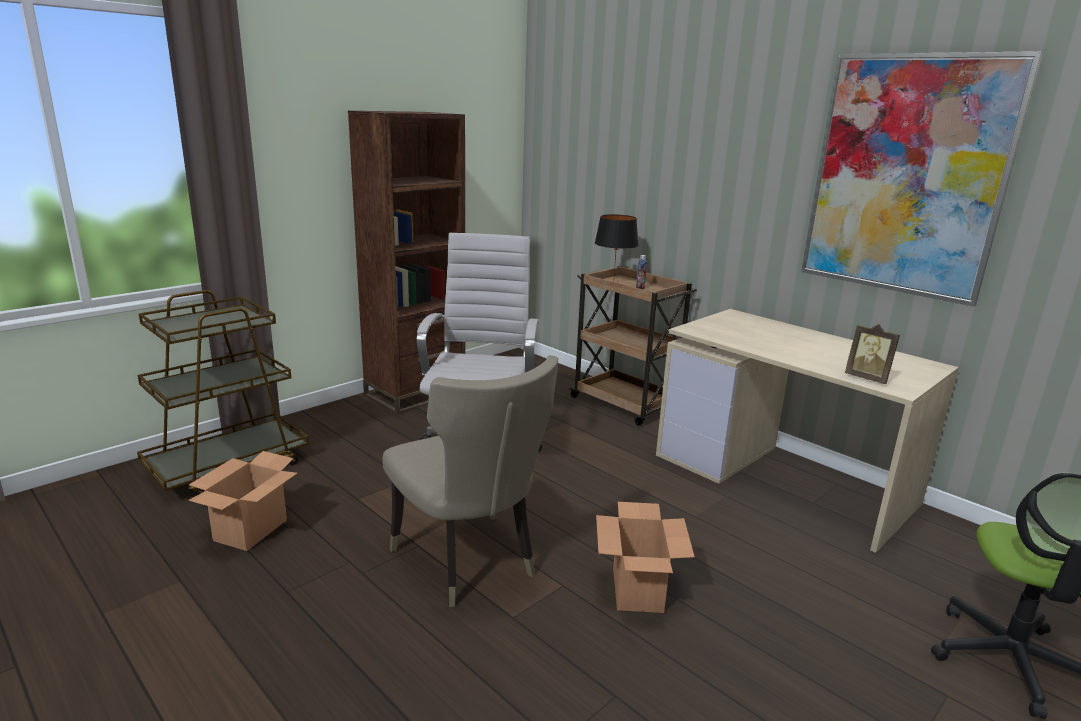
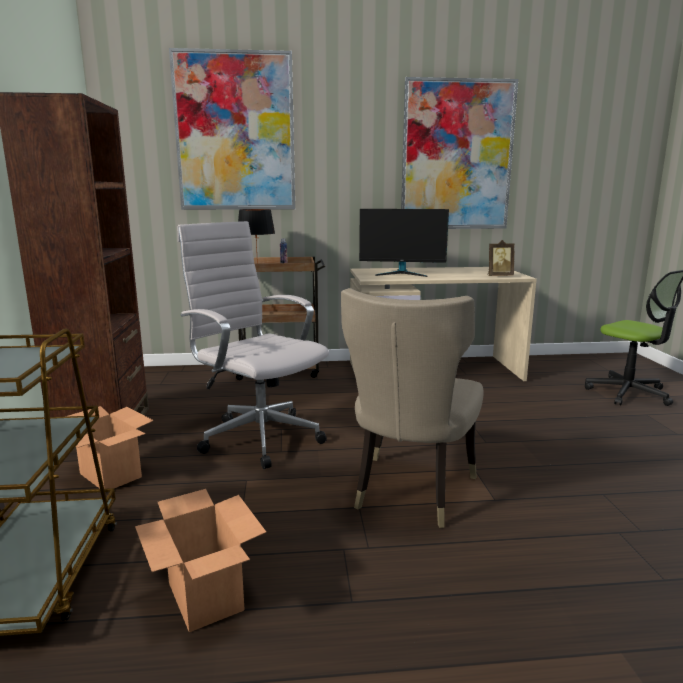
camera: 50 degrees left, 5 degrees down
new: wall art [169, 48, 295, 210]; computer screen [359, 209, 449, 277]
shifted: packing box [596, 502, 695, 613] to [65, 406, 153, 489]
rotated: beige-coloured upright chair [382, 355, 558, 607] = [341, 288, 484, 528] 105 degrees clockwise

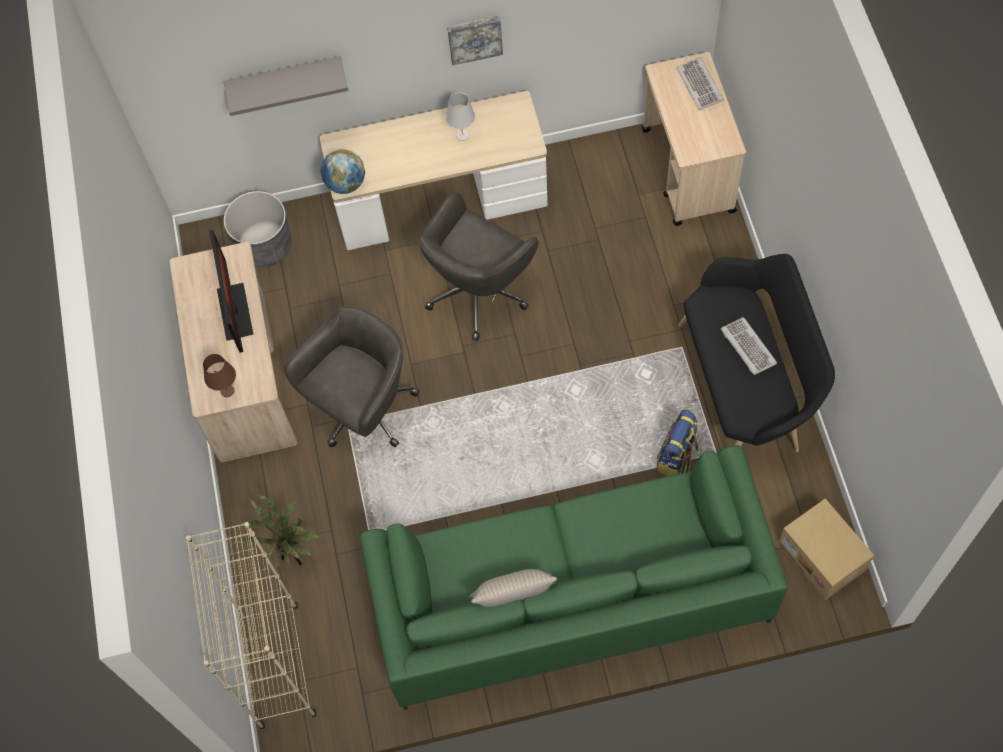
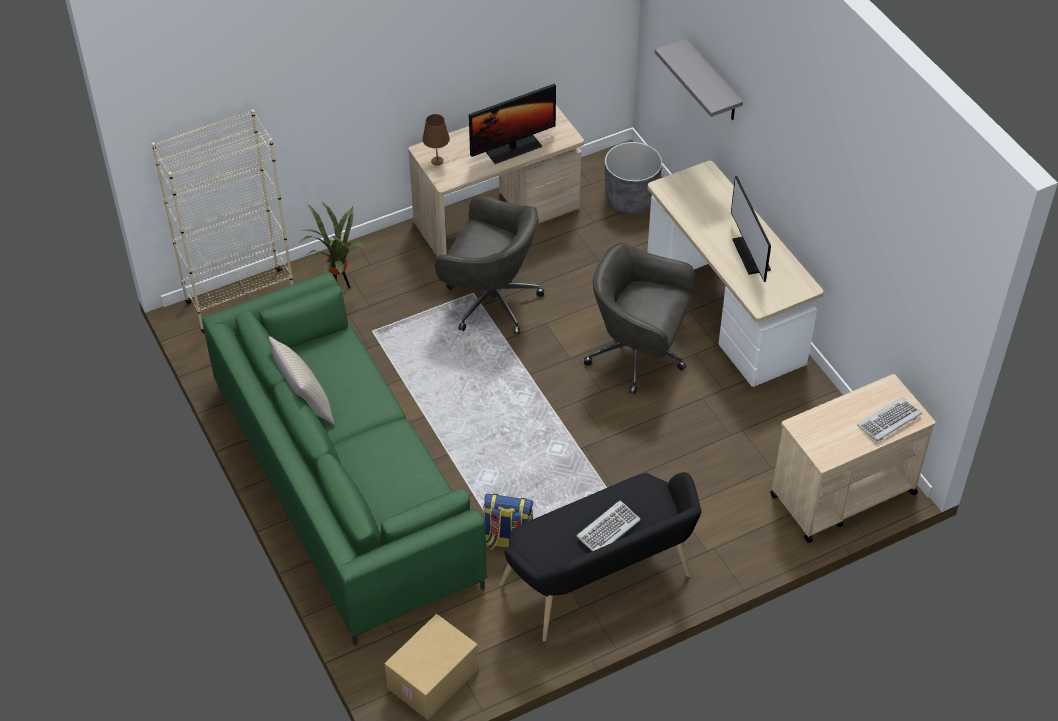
camera: 70 degrees right, 15 degrees down
gone: globe [321, 149, 365, 194]; wall art [447, 16, 503, 65]
swapped: white-coloured tabletop lamp [446, 93, 475, 141] to computer screen [731, 176, 771, 282]

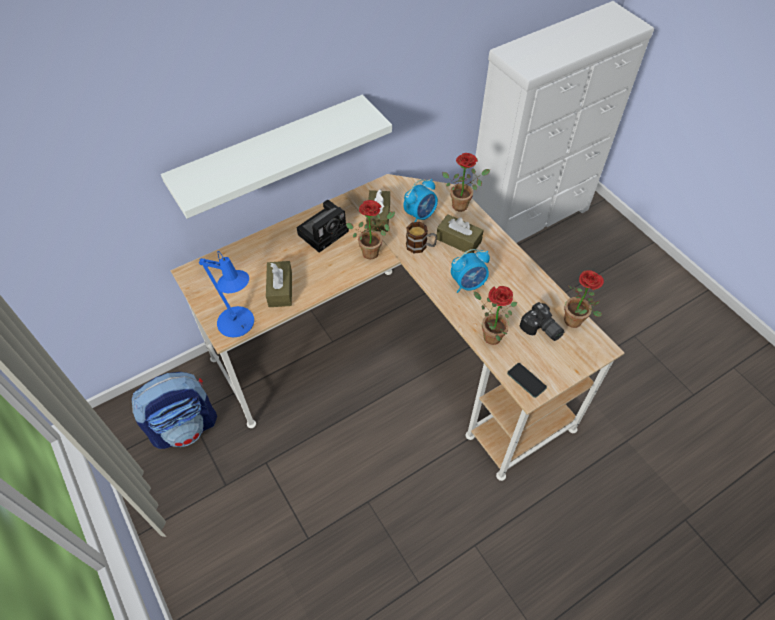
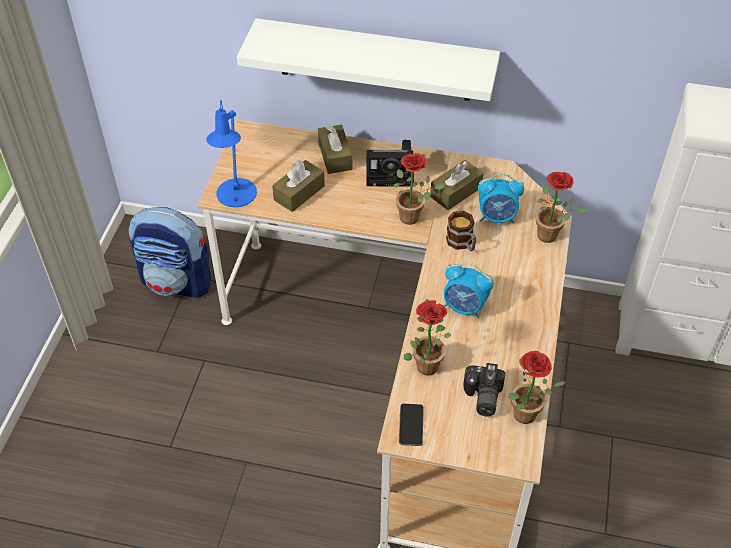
camera: 45 degrees right, 5 degrees down
shifted: brown-coloured tissue holder [437, 214, 484, 253] to [318, 125, 352, 174]

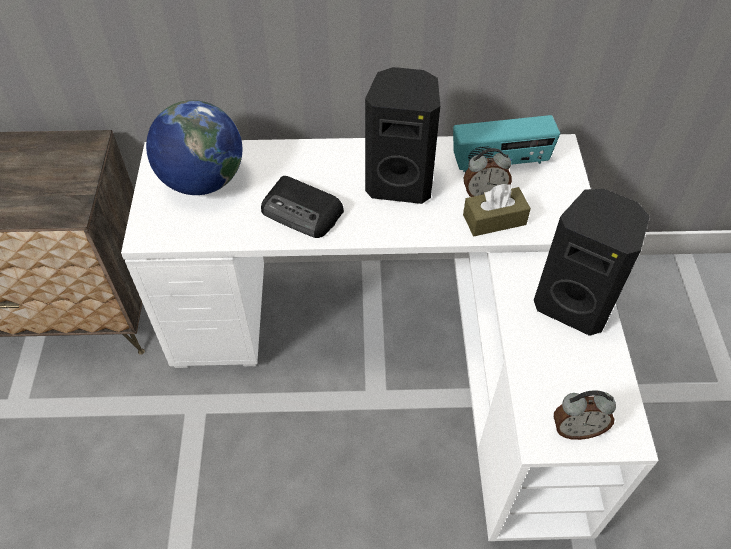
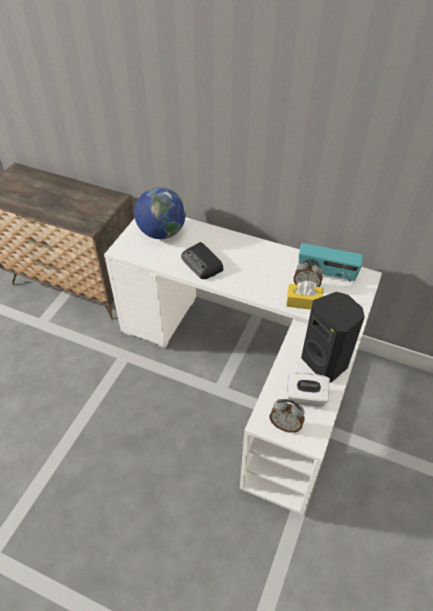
camera: 25 degrees right, 5 degrees down
gone: black speaker [365, 67, 440, 204]
new: white-coloured tissue holder [287, 372, 330, 406]
repainted: brown-coloured tissue holder [463, 184, 531, 236] to yellowish tissue holder [286, 281, 324, 310]

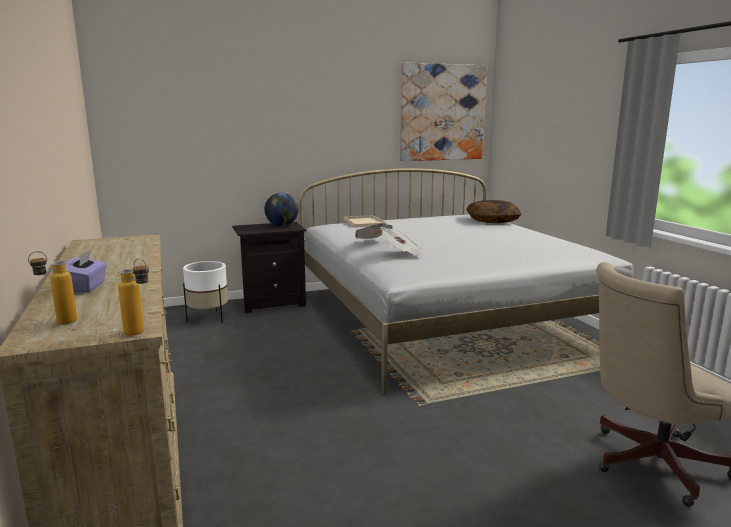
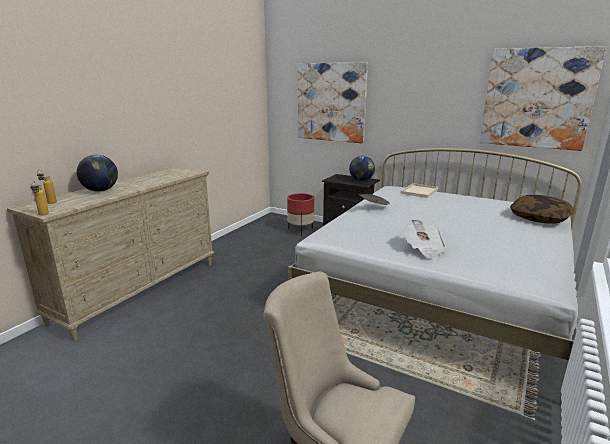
camera: 50 degrees right, 5 degrees up
new: wall art [298, 63, 368, 143]
shifted: printed paper [381, 227, 421, 257] to [404, 219, 446, 259]
swapped: purplish tissue holder [66, 250, 107, 293] to globe [77, 155, 118, 192]
repainted: white-coloured flower pot [183, 261, 228, 323] to red flower pot [287, 193, 314, 237]

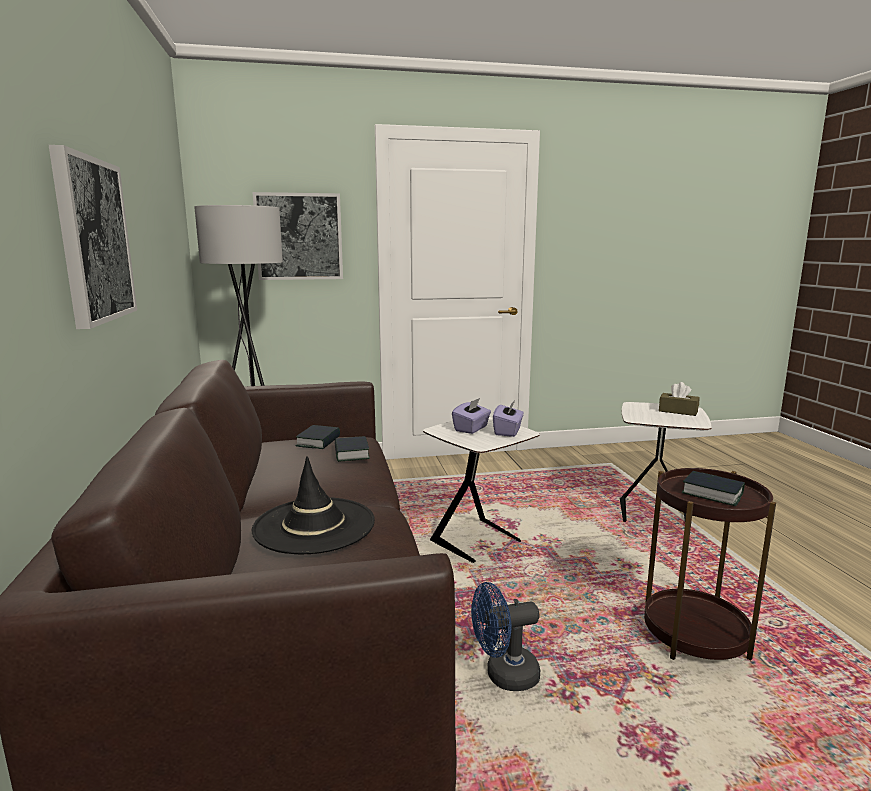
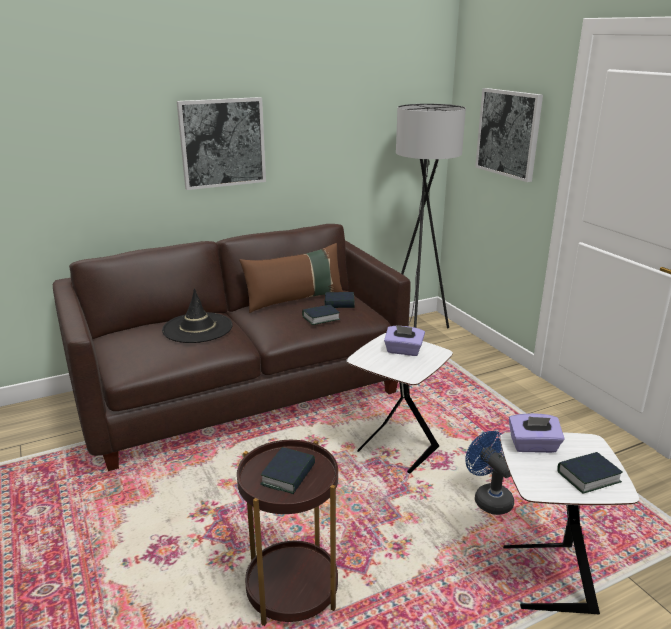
camera: 75 degrees right, 10 degrees up
new: brown-coloured pillow [239, 243, 343, 313]
shifted: blue electric fan [471, 582, 540, 691] to [465, 431, 514, 515]; purplish tissue holder [493, 399, 524, 437] to [509, 413, 564, 453]
swapped: brown-coloured tissue holder [659, 382, 700, 416] to bound book [557, 452, 623, 494]

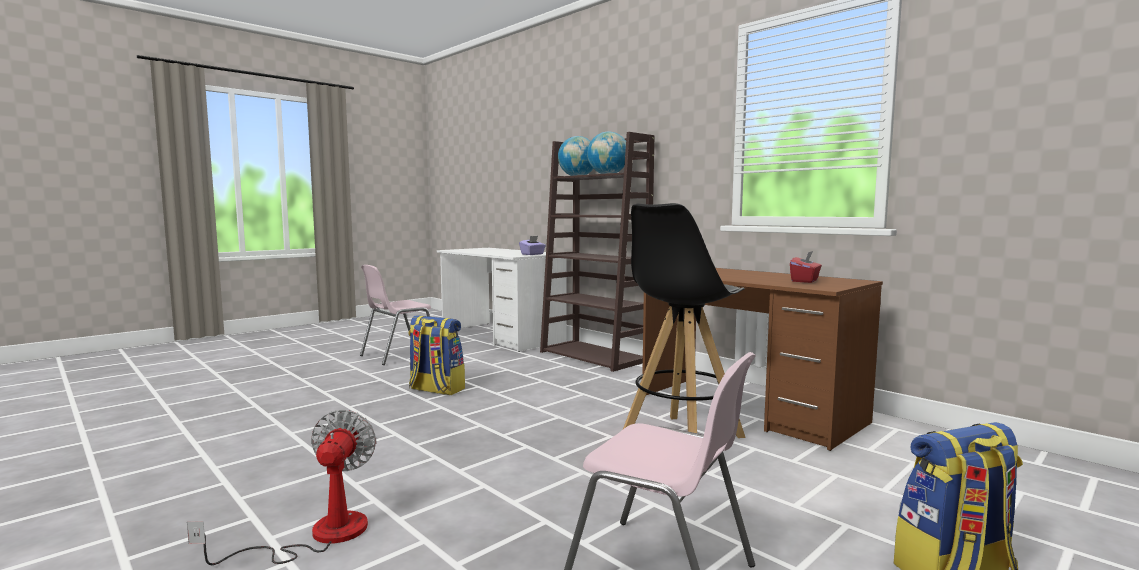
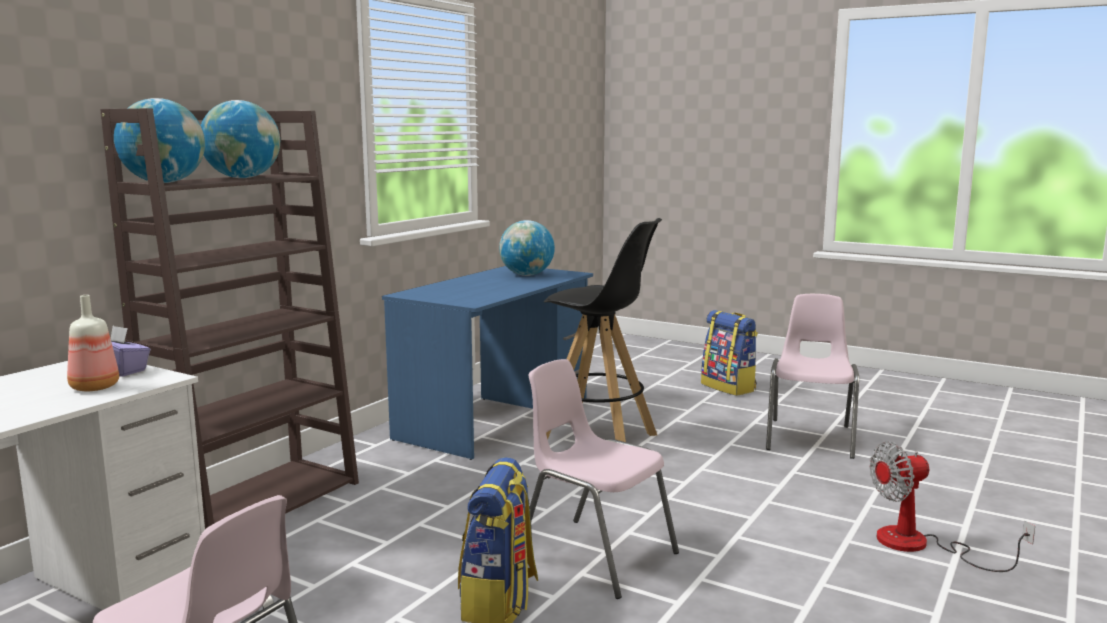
camera: 105 degrees left, 5 degrees up
new: beverage bottle [67, 295, 119, 391]; pink upright chair [529, 359, 679, 599]
swapped: red tissue holder [790, 251, 822, 283] to globe [499, 220, 555, 276]
repainted: brown-coloured desk [642, 268, 883, 451] to blue desk [382, 266, 593, 460]

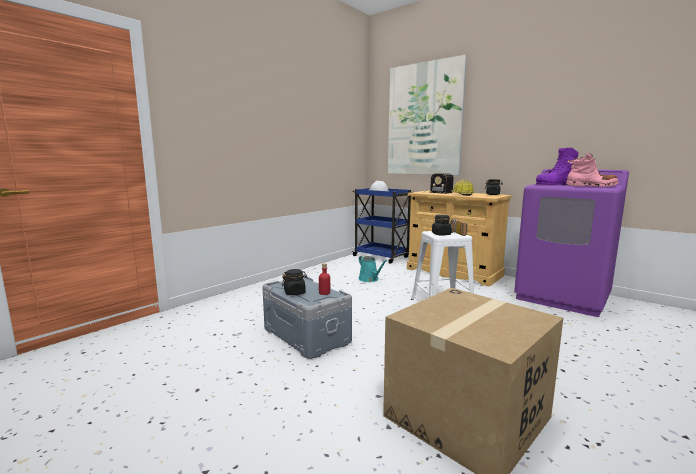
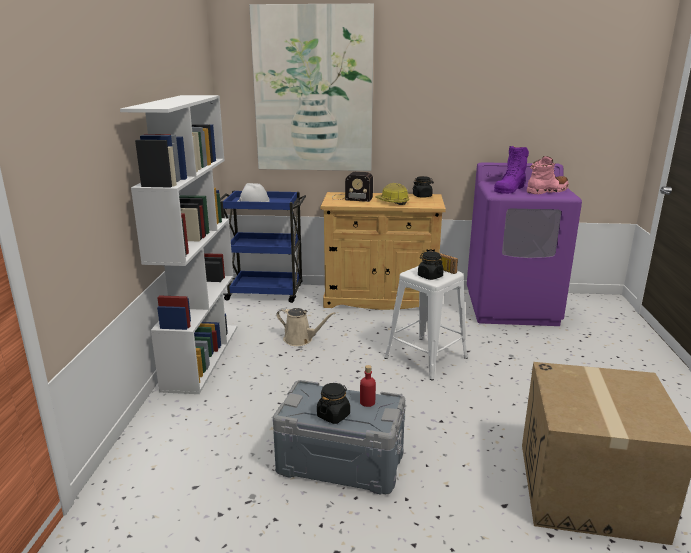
camera: 35 degrees left, 10 degrees up
new: white-coloured bookshelf [120, 95, 237, 394]
repainted: turquoise watering can [359, 256, 387, 282] to beige-coloured watering can [276, 308, 335, 346]

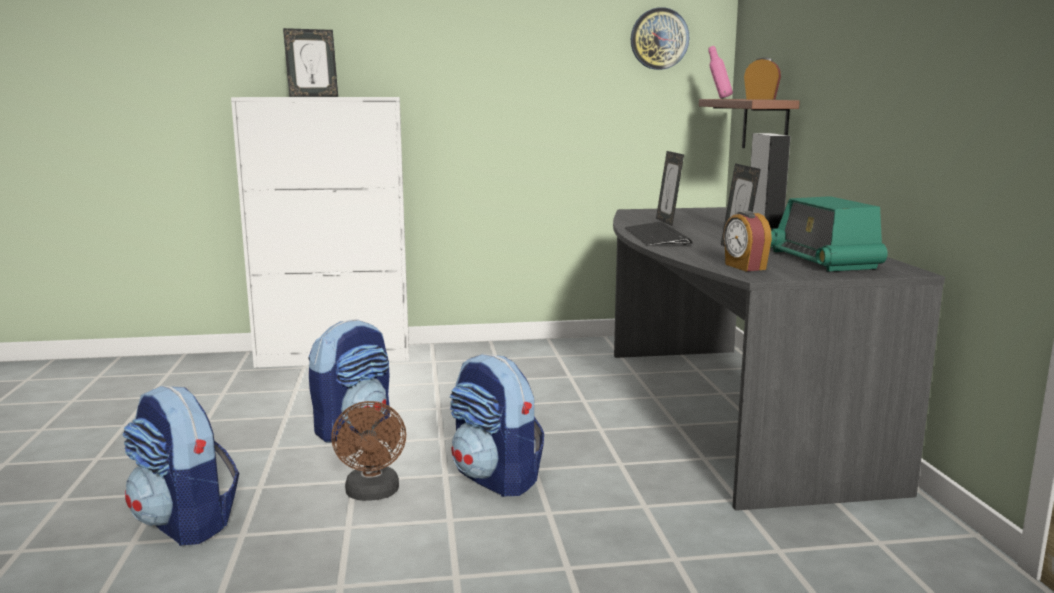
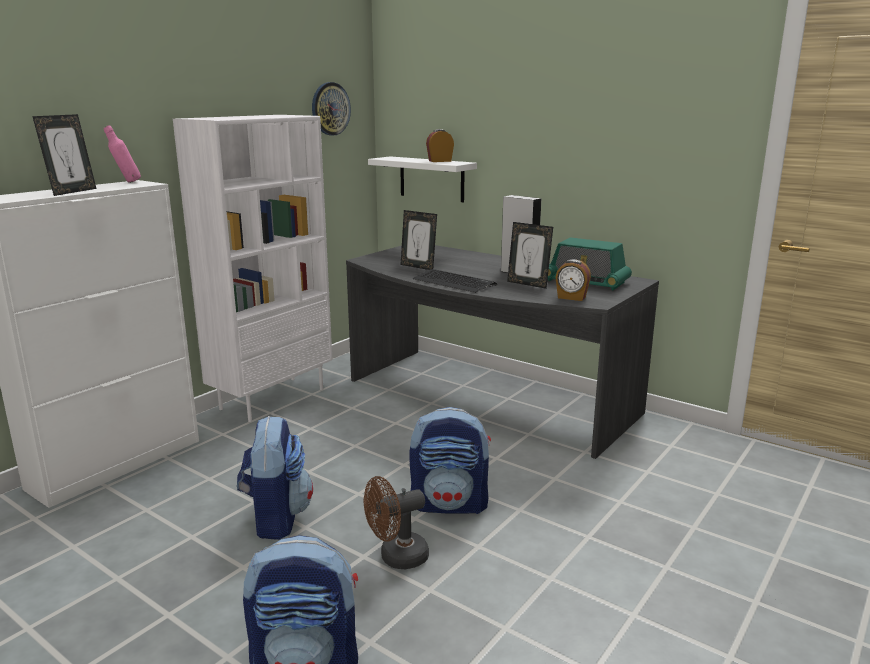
camera: 45 degrees left, 5 degrees up
new: white-coloured bookshelf [173, 115, 332, 422]
shifted: pink beverage bottle [708, 46, 733, 99] to [104, 125, 141, 183]
repainted: brown-coloured bracket shelf [699, 99, 800, 148] to white-coloured bracket shelf [368, 156, 477, 202]
rotated: brown-coloured electric fan [331, 401, 406, 501] = [364, 476, 429, 569] 120 degrees clockwise

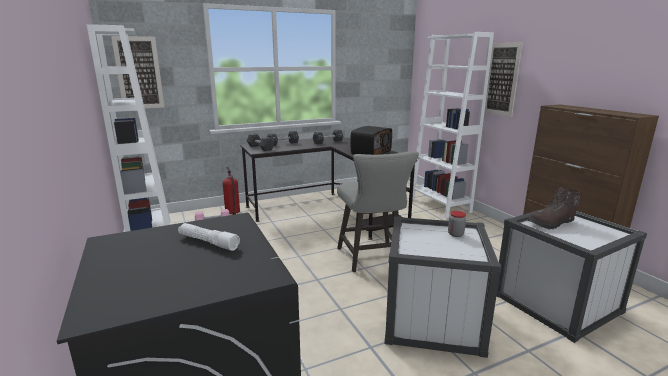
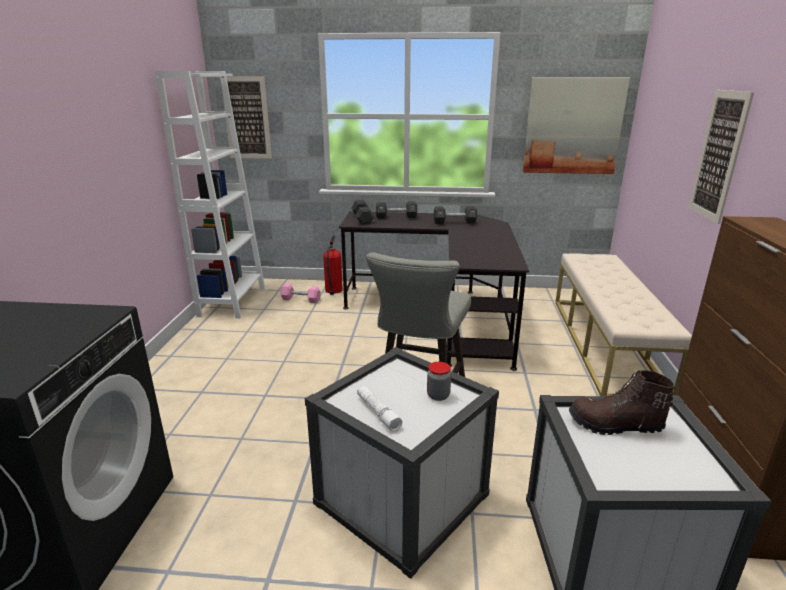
camera: 30 degrees right, 5 degrees up
gone: radio receiver [350, 126, 392, 155]
new: wall art [523, 77, 630, 174]
shifted: white-coloured hand torch [178, 223, 240, 251] to [357, 386, 402, 432]
swapped: white-coloured bookshelf [412, 32, 494, 219] to beige-coloured indoor bench [555, 253, 692, 396]

